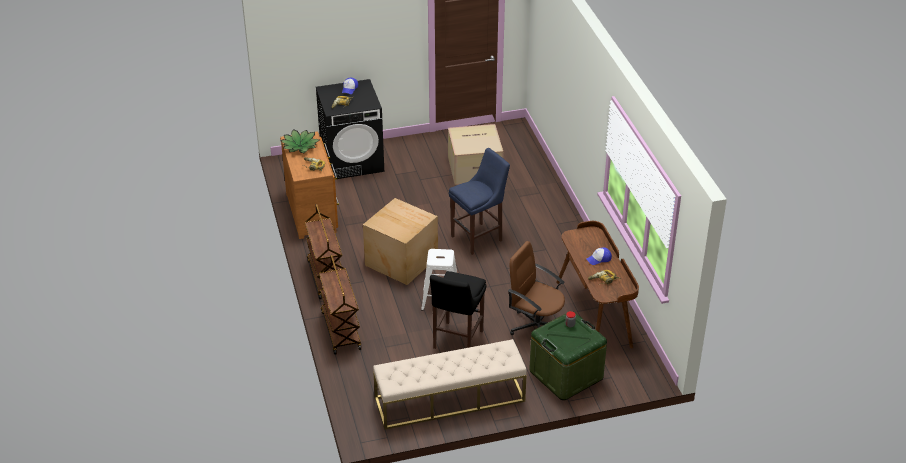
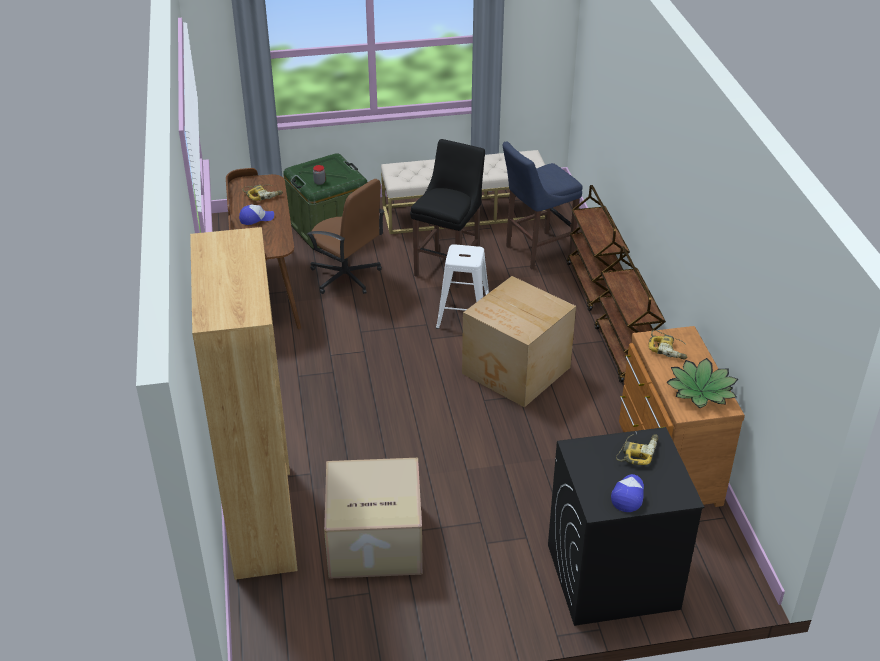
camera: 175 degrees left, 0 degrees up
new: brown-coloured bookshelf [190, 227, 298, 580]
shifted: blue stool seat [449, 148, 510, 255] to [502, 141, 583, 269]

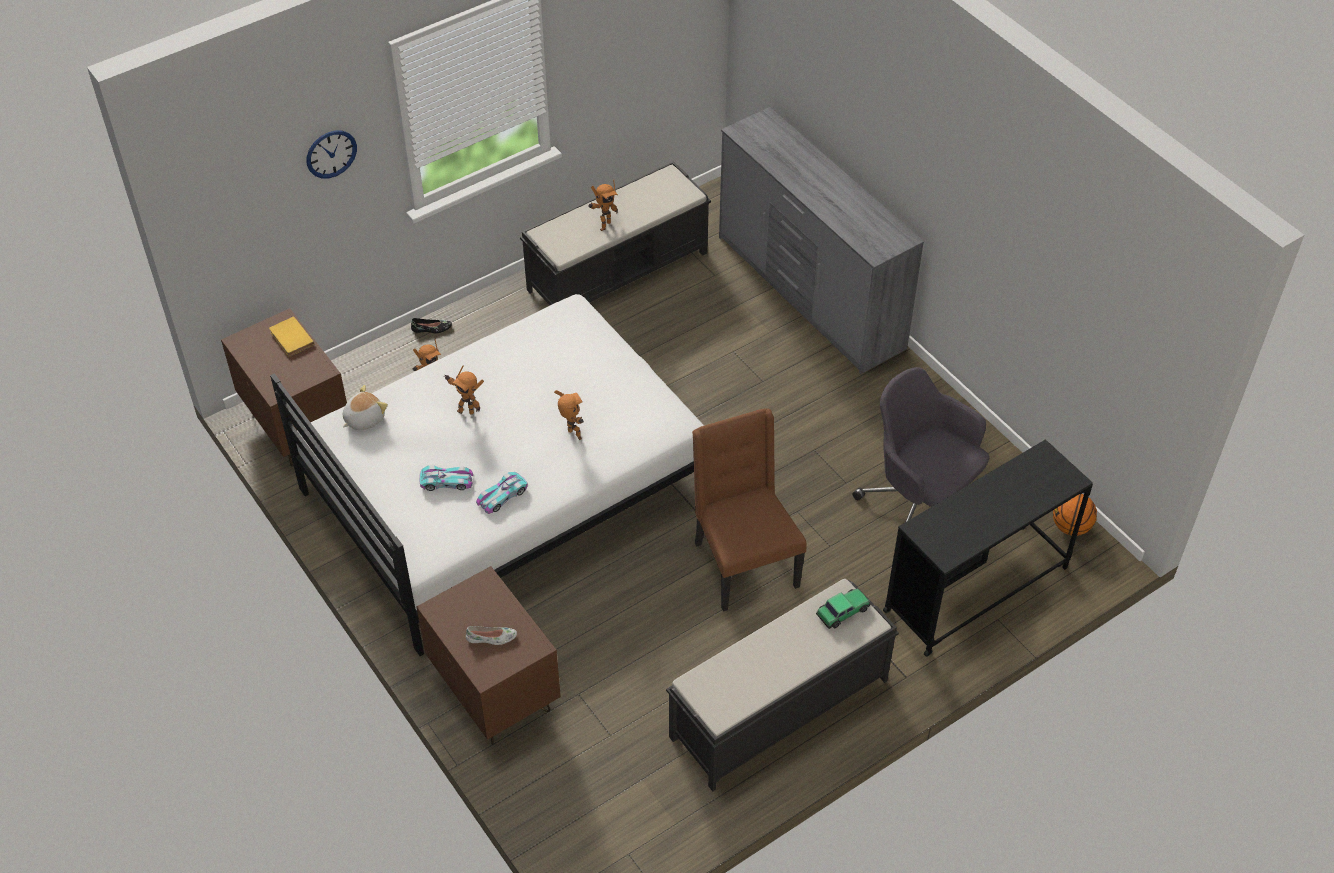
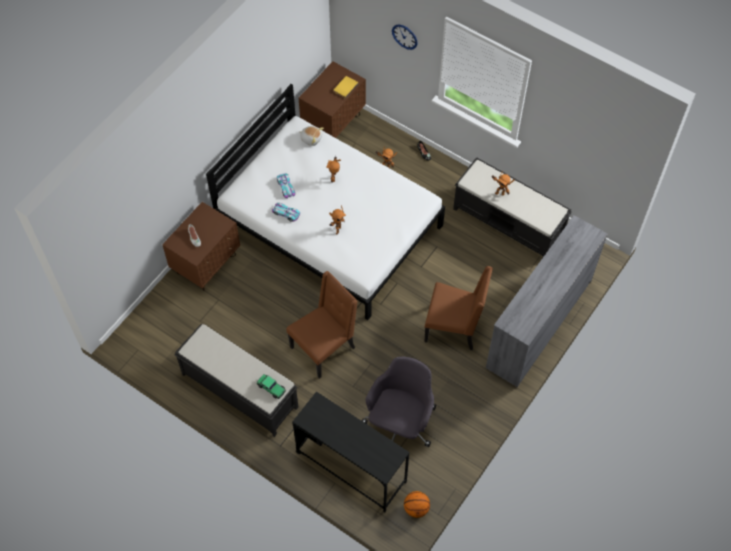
camera: 70 degrees right, 10 degrees up
new: brown-coloured upright chair [425, 266, 493, 351]

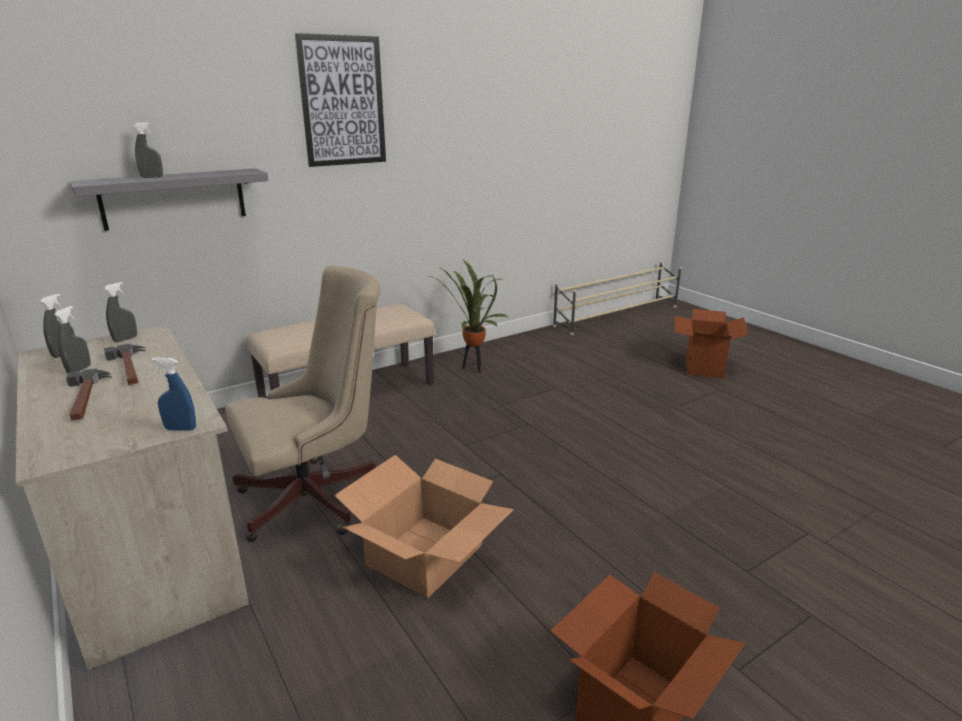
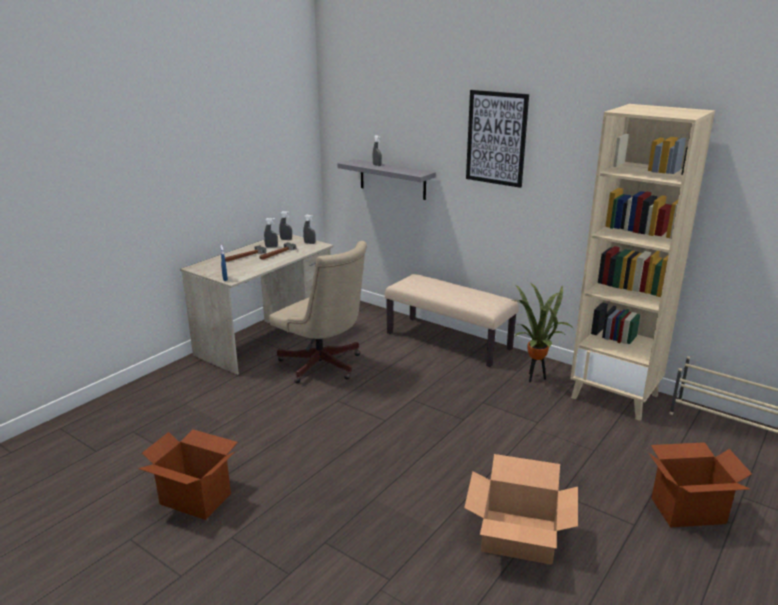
camera: 70 degrees right, 0 degrees up
new: beige-coloured bookshelf [570, 104, 715, 421]
shifted: packing box [334, 455, 514, 598] to [464, 454, 578, 565]

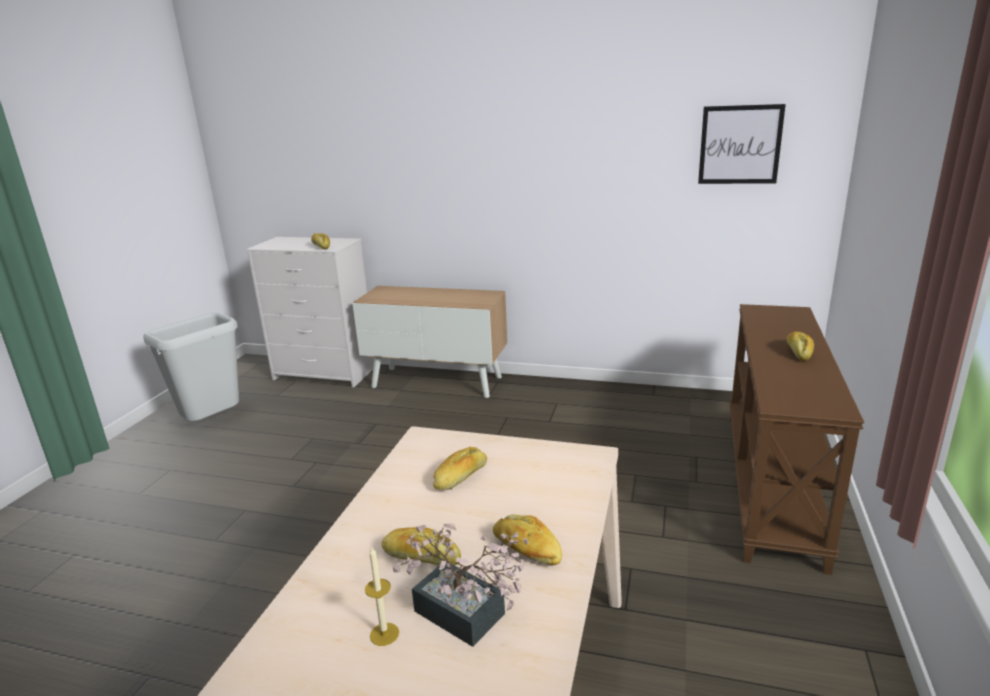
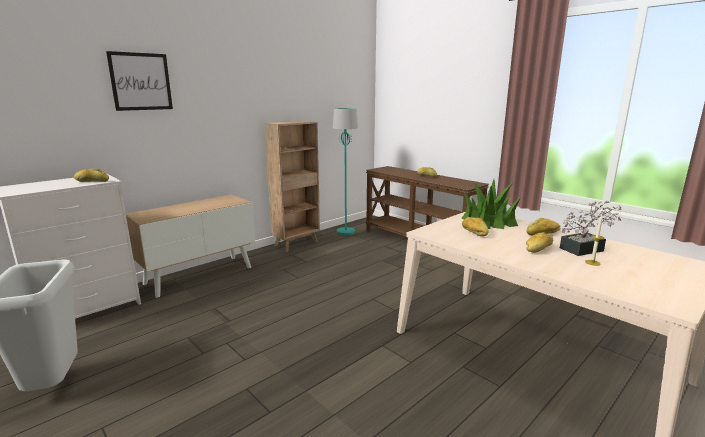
camera: 60 degrees left, 5 degrees down
new: brown-coloured bookshelf [265, 120, 320, 252]; turquoise standard lamp [333, 108, 358, 235]; potted plant [462, 179, 522, 229]
shifted: wall art [698, 104, 786, 184] to [106, 51, 173, 111]

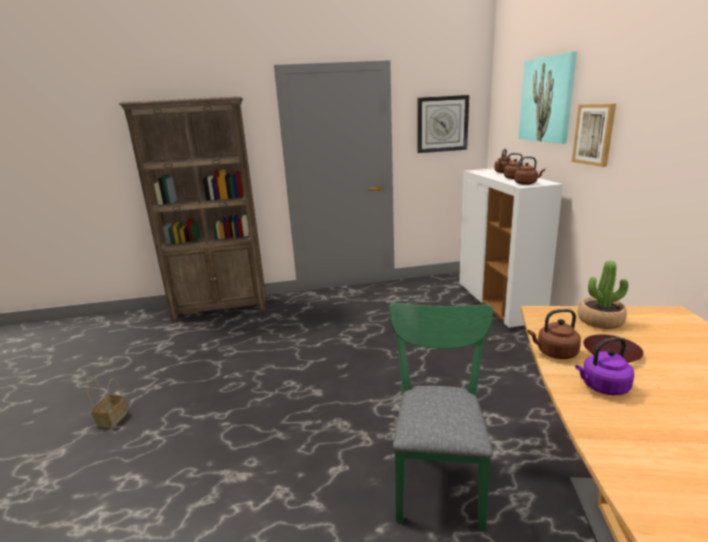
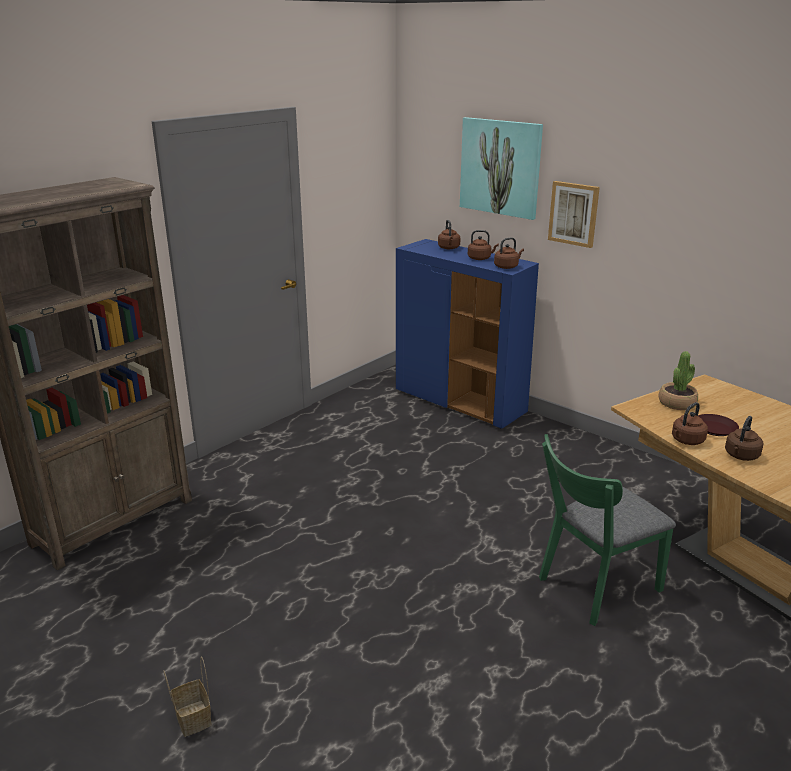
camera: 40 degrees left, 5 degrees up
gone: wall clock [417, 95, 469, 153]
repainted: white-coloured cupboard [459, 168, 563, 329] to blue cupboard [396, 239, 539, 429]; purplish kettle [575, 337, 634, 395] to brown-coloured kettle [725, 416, 763, 461]
rotated: green upright chair [389, 303, 493, 531] = [539, 434, 676, 626] 90 degrees counterclockwise

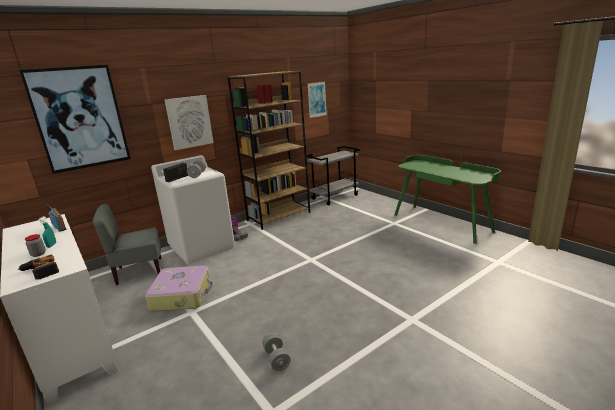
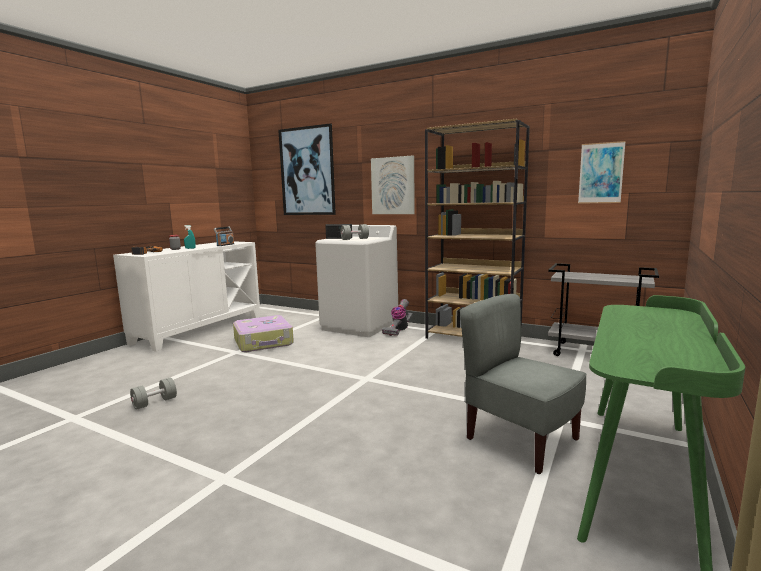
camera: 65 degrees right, 10 degrees down
shifted: gray upright chair [93, 204, 161, 285] to [460, 294, 586, 474]

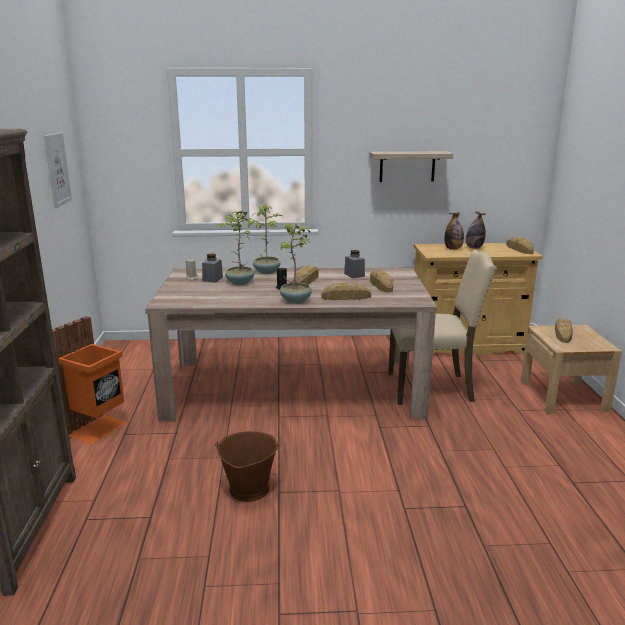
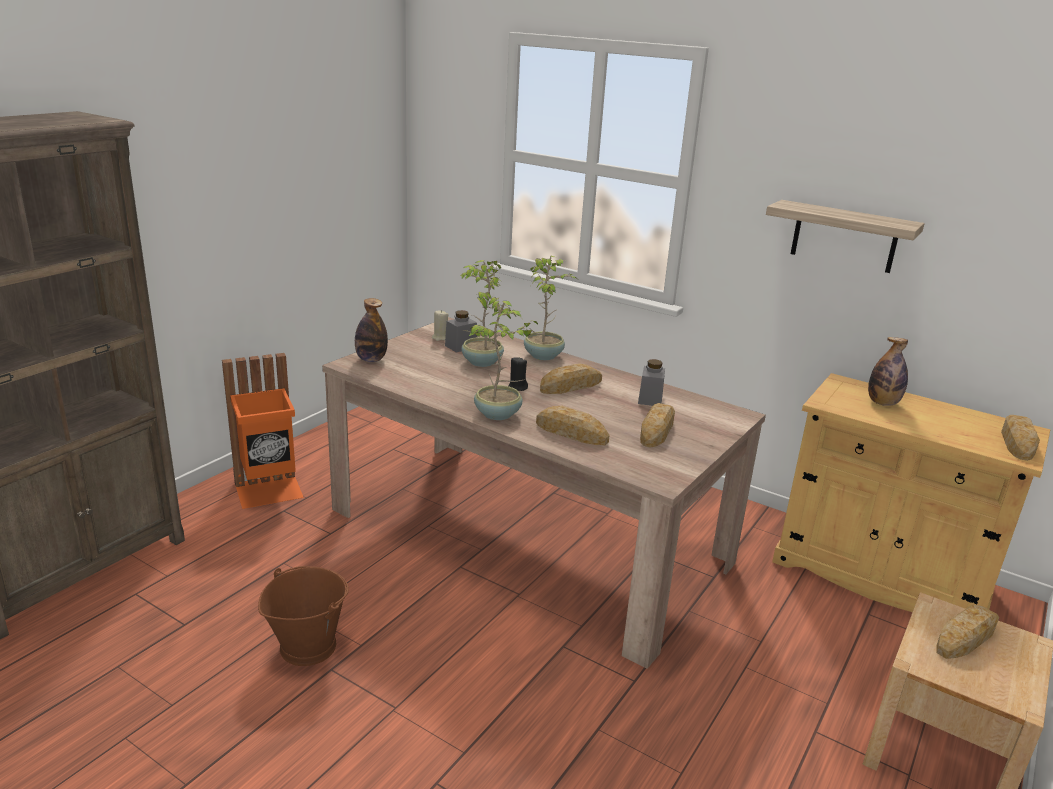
camera: 35 degrees right, 5 degrees up
gone: wall art [44, 133, 72, 208]; beige-coloured upright chair [388, 250, 497, 405]
shifted: beverage bottle [466, 211, 486, 249] to [355, 298, 388, 362]

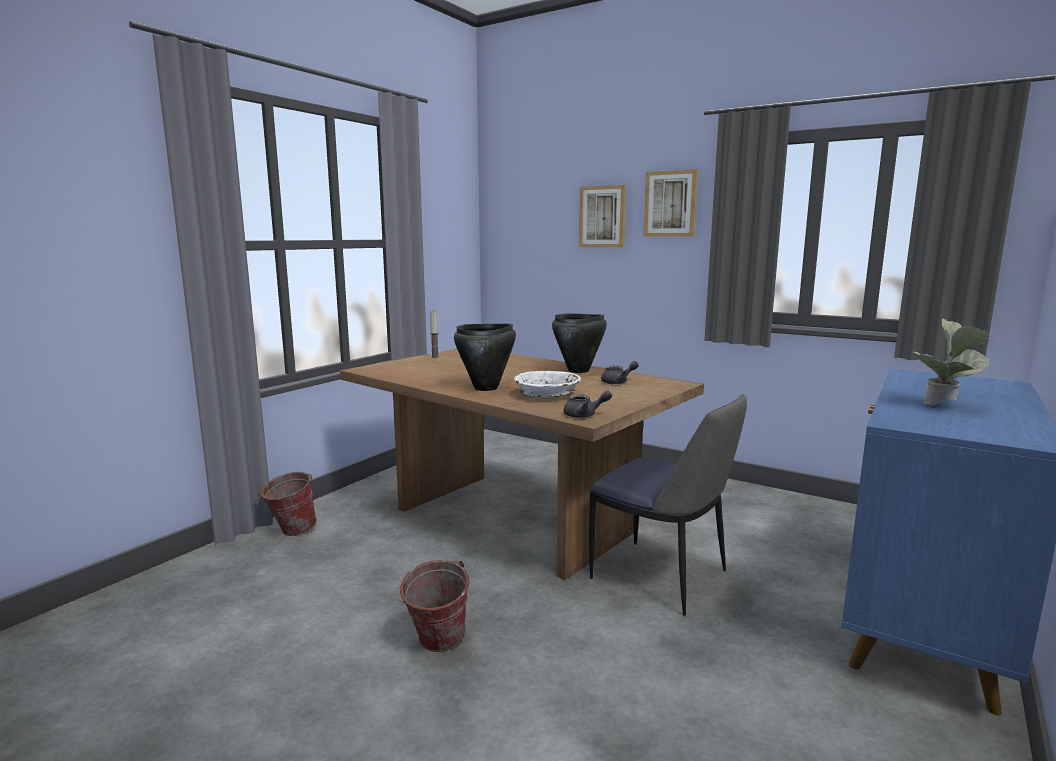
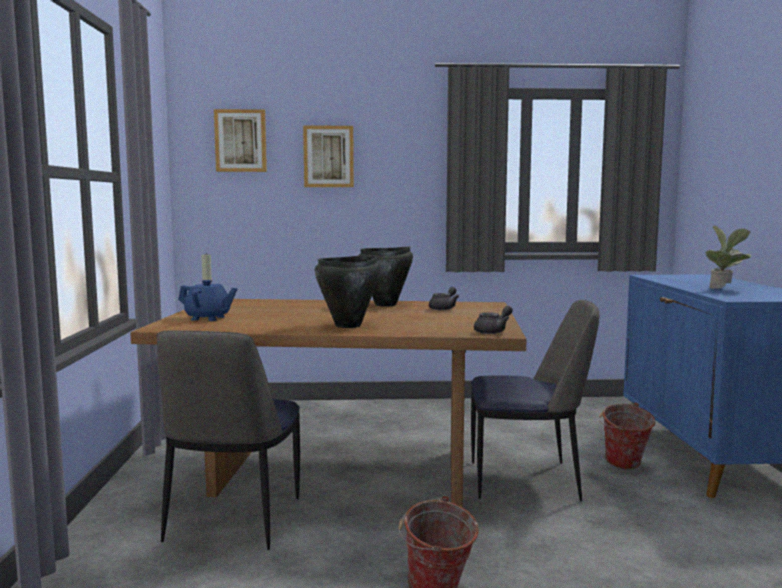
camera: 35 degrees left, 5 degrees down
gone: white-coloured deep dish [514, 370, 581, 399]
new: upright chair [156, 330, 300, 550]; blue teapot [178, 280, 237, 321]
shifted: bucket [258, 472, 317, 536] to [599, 403, 656, 469]; wall art [643, 169, 698, 237] to [214, 109, 267, 172]

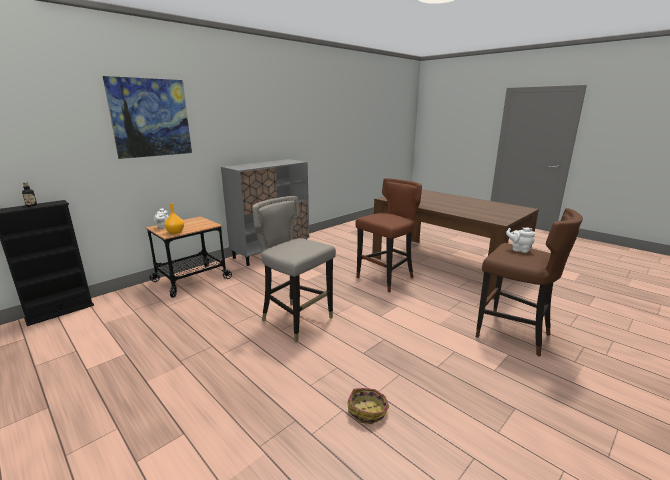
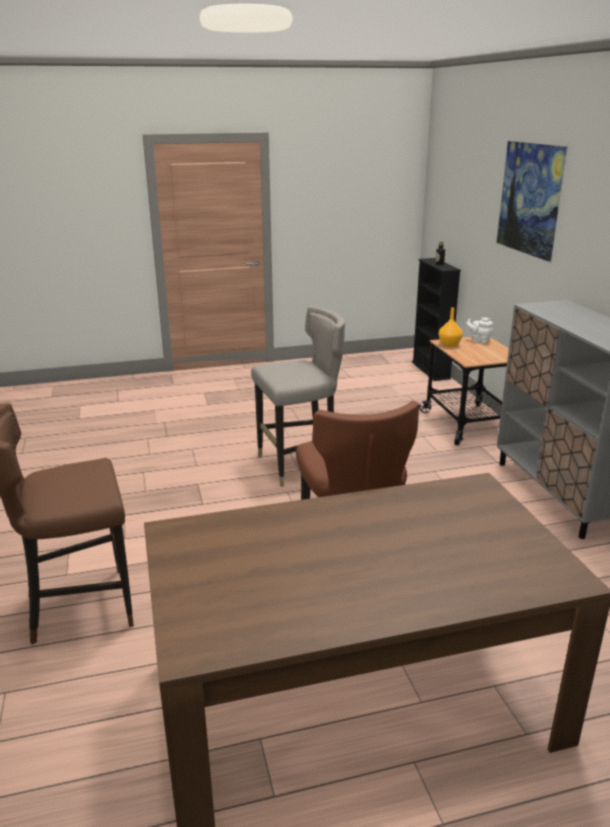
camera: 120 degrees right, 5 degrees up
gone: basket [348, 388, 389, 424]; white-coloured teapot [506, 227, 535, 253]

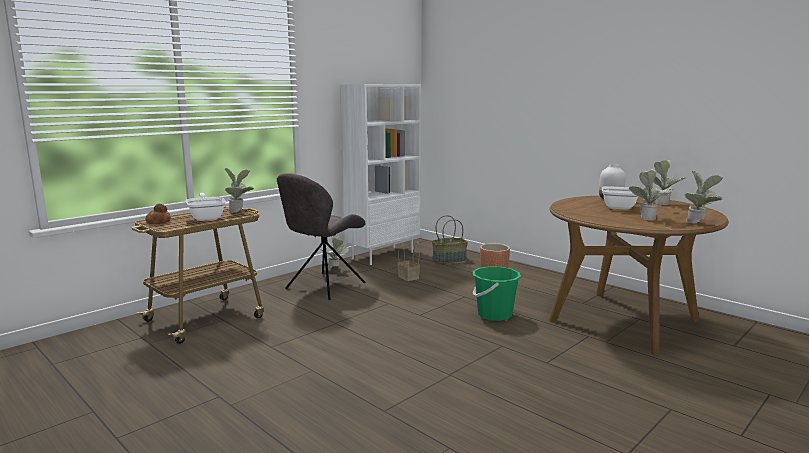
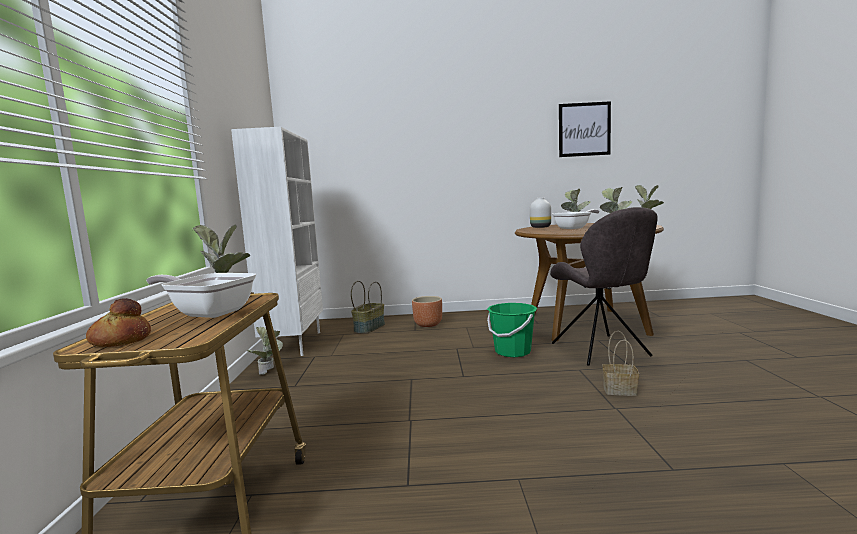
camera: 45 degrees left, 5 degrees down
new: wall art [559, 101, 611, 157]
shifted: gray upright chair [277, 173, 366, 300] to [550, 207, 658, 366]; basket [398, 241, 420, 281] to [602, 331, 639, 396]

